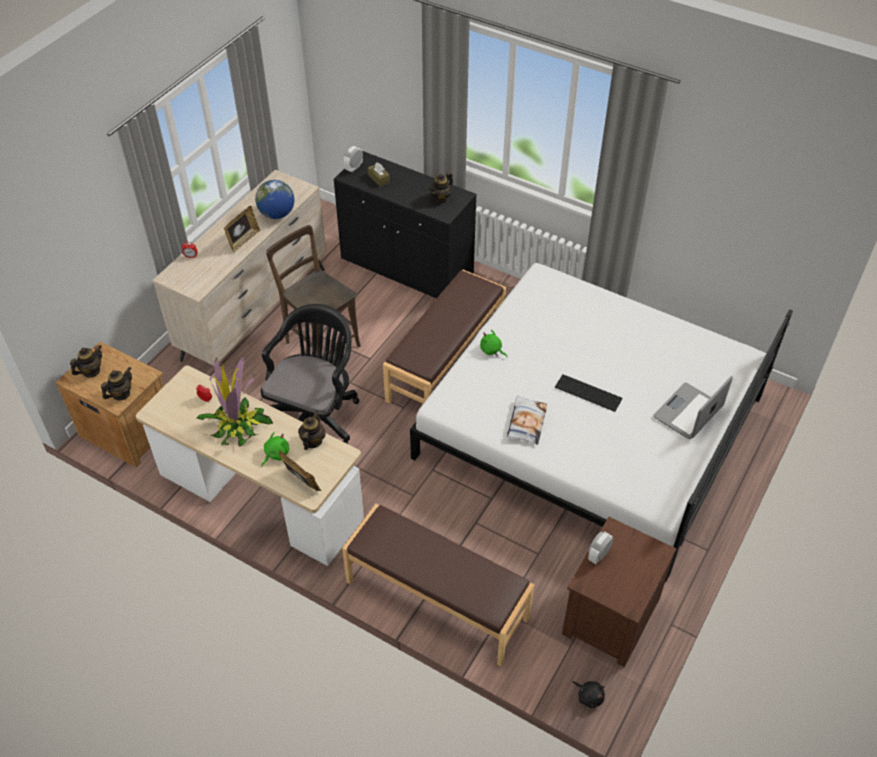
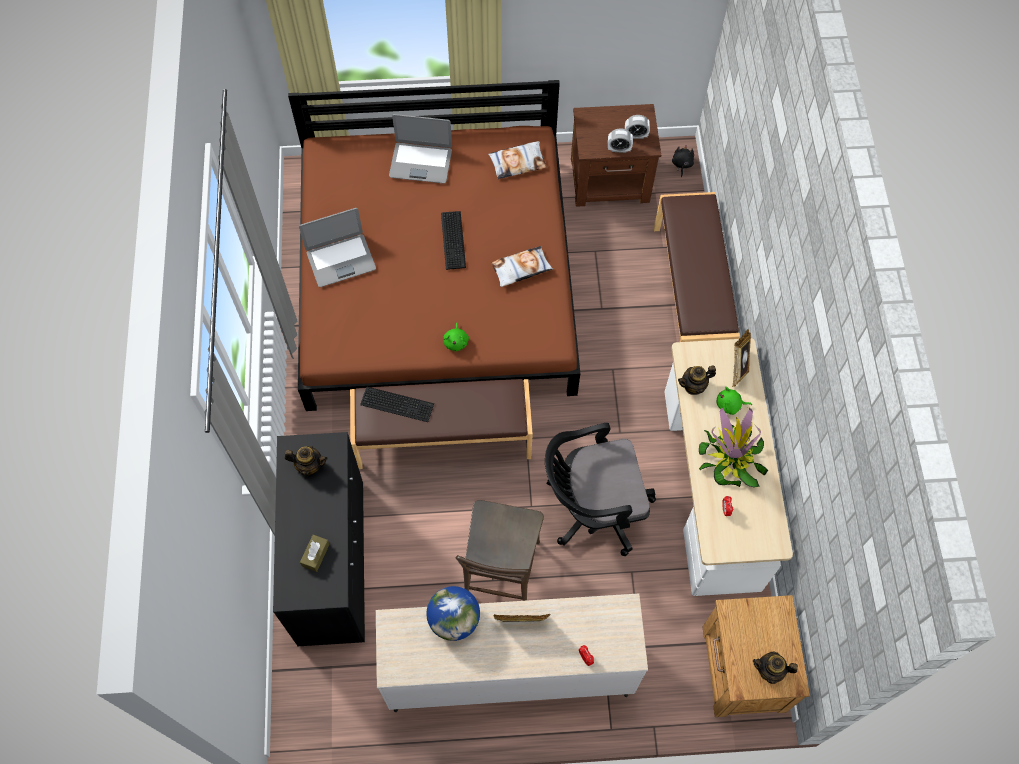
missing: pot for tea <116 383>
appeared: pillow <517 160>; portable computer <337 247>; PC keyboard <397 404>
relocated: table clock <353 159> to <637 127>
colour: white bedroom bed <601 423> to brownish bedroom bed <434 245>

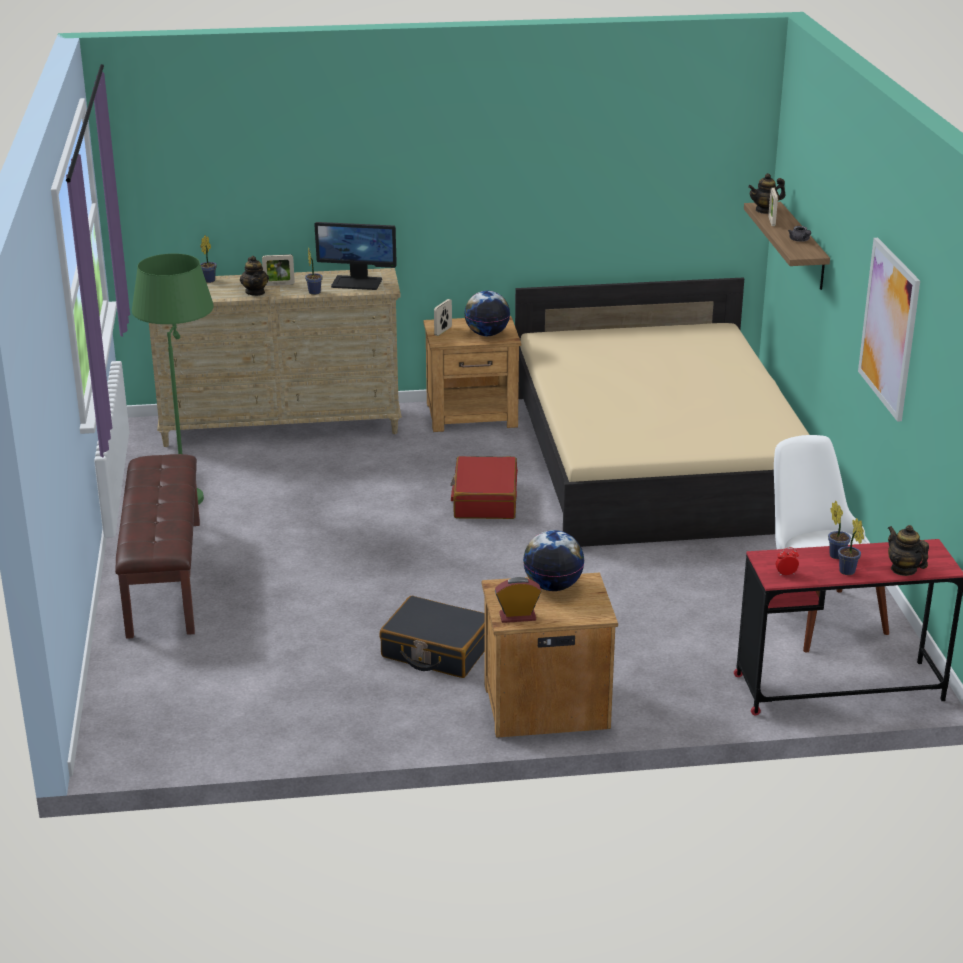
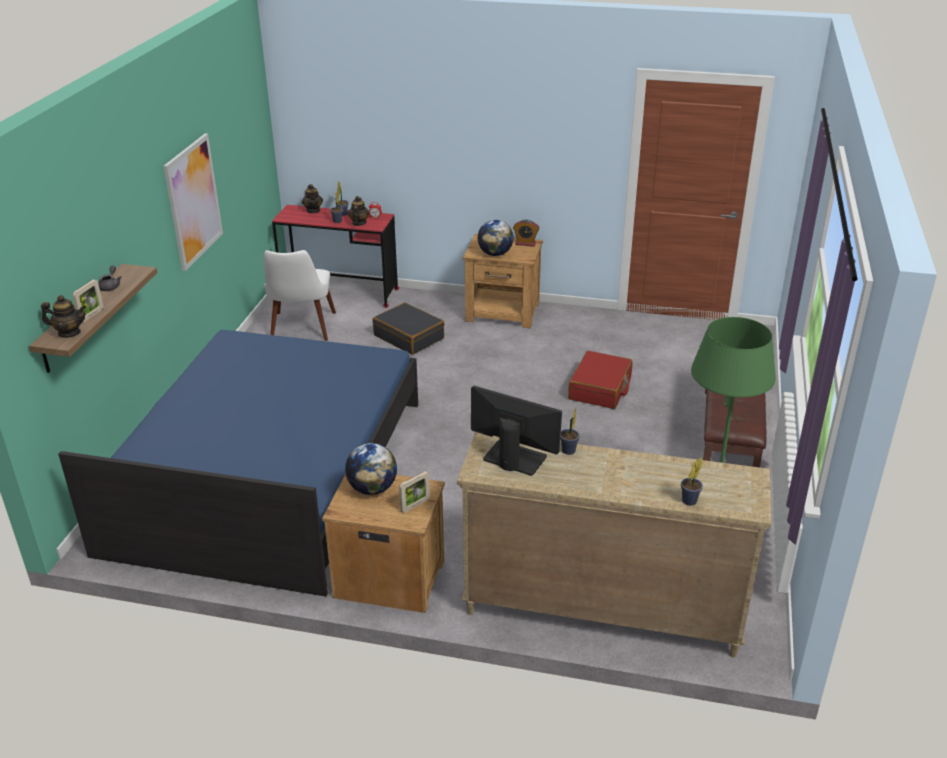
missing: picture frame <278 270>
relocated: pot for tea <254 276> to <359 211>; reddish piece of luggage <484 487> to <600 380>; black-coloured piece of luggage <432 636> to <409 329>
colour: beige-coloured bedroom bed <662 412> to blue-coloured bedroom bed <238 463>

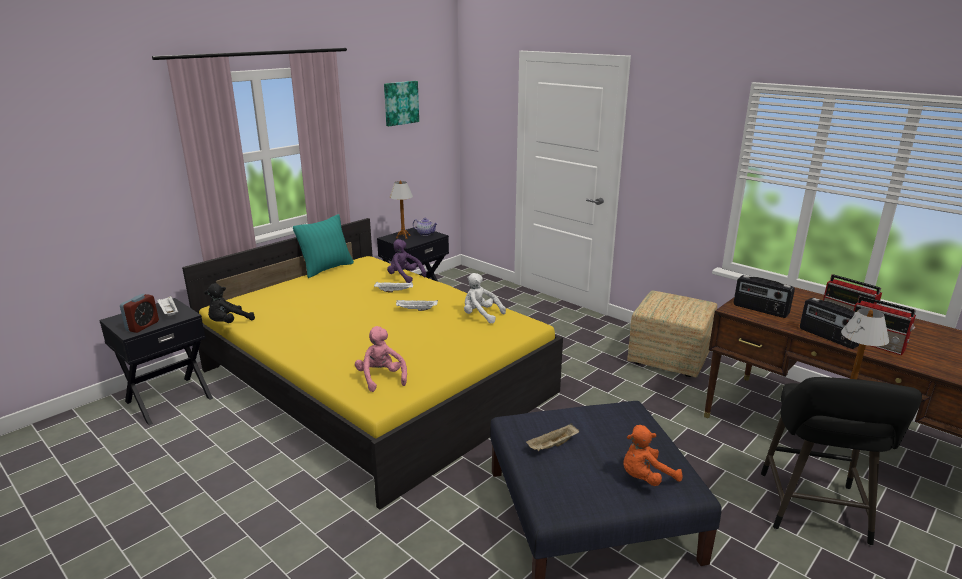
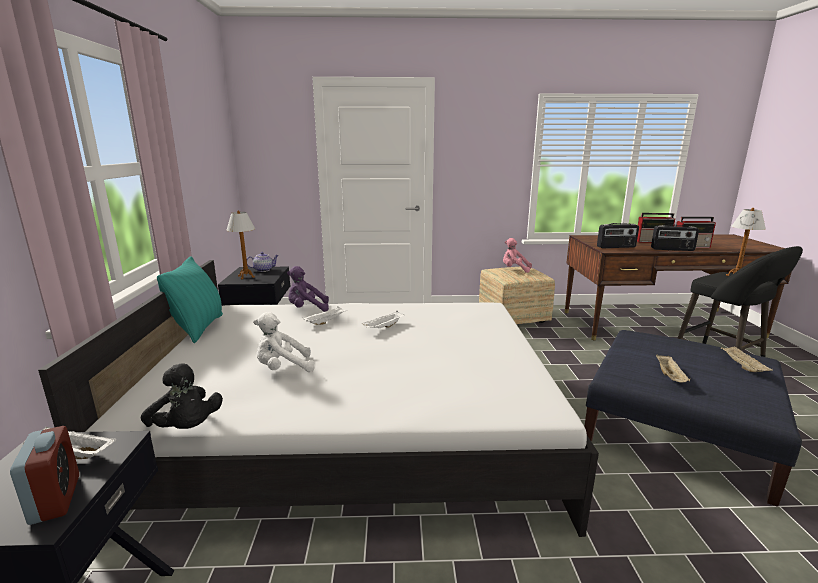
missing: picture <401 103>
relocated: white soft toy <485 298> to <284 342>; pinkish soft toy <381 359> to <517 255>
exchanged: orangey soft toy <653 455> to beige-coloured serving tray <747 359>
colour: yellowish bedroom bed <372 364> to white bedroom bed <318 398>
spun: black-coloured soft toy <229 303> = <182 396> 45 degrees counterclockwise

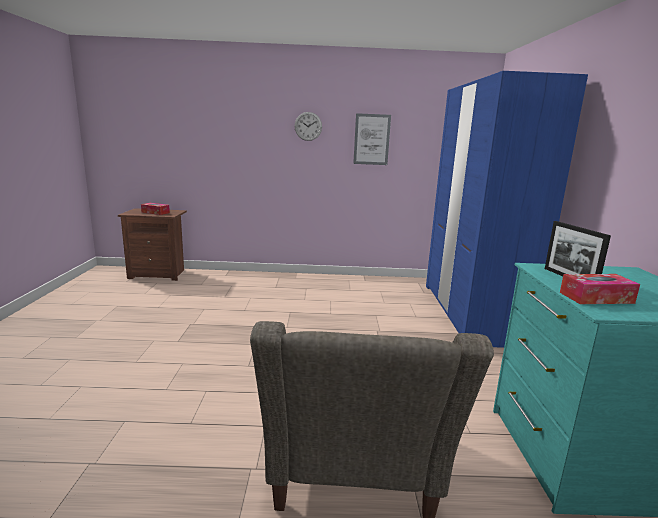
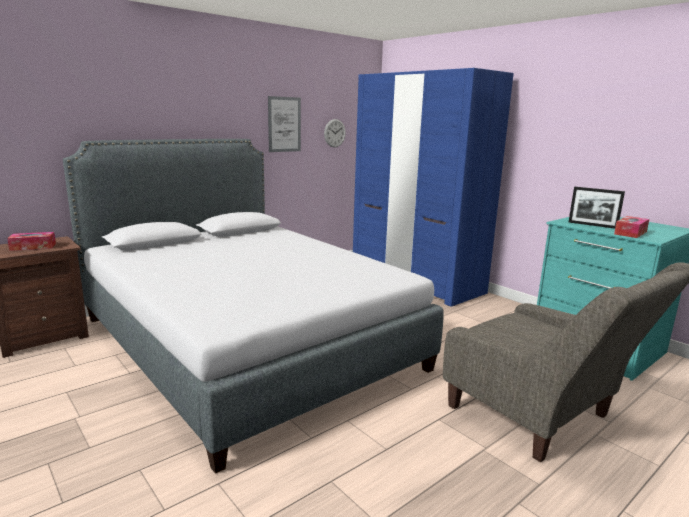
appeared: grey bedroom bed <253 306>
relocated: clock on the wall <308 126> to <335 133>

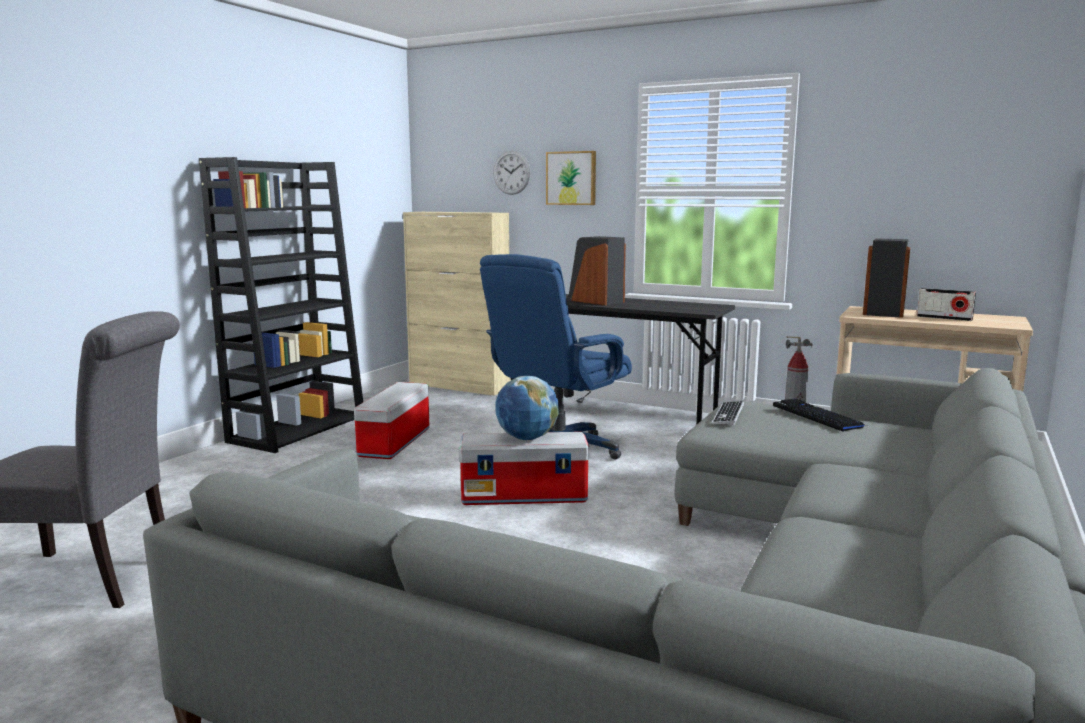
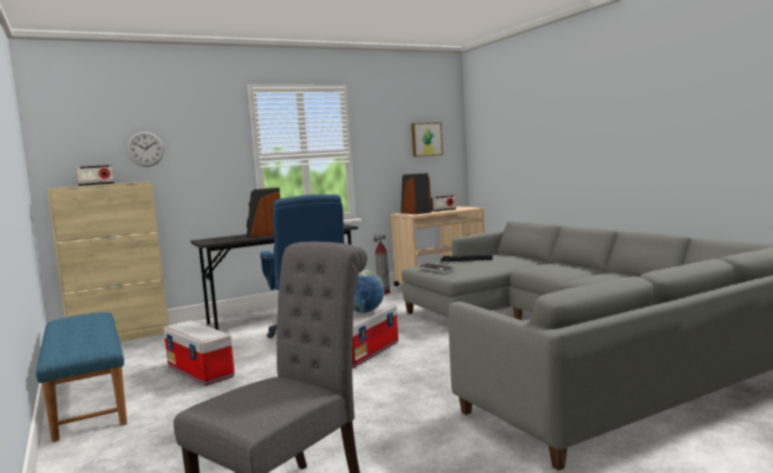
appeared: radio receiver <95 175>
relocated: picture <571 178> to <427 139>
exchanged: black-coloured shelving unit <281 305> to blue-coloured indoor bench <81 377>

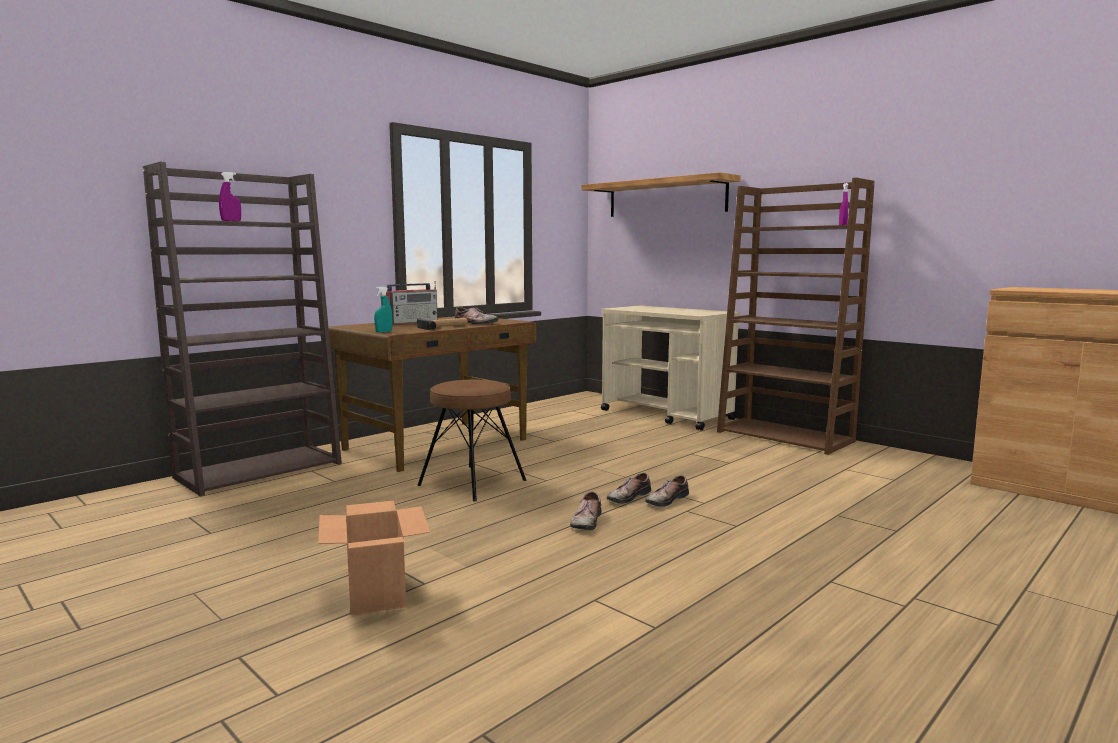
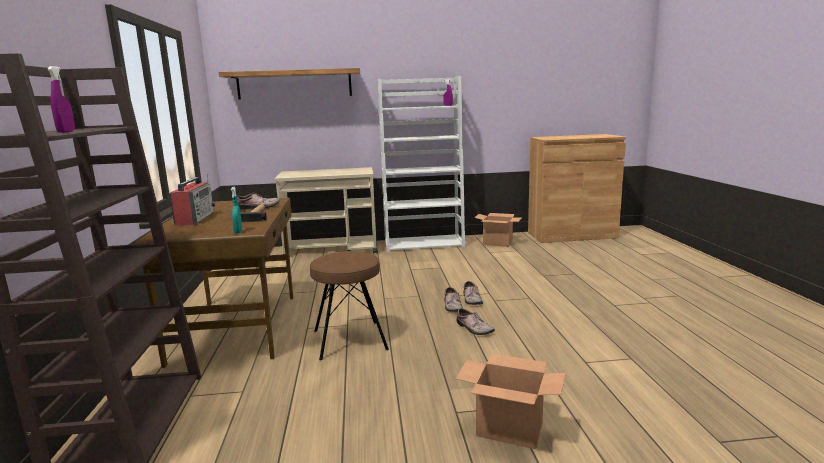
appeared: cardboard box <498 230>
colour: brownish shelving unit <796 316> to white shelving unit <421 164>

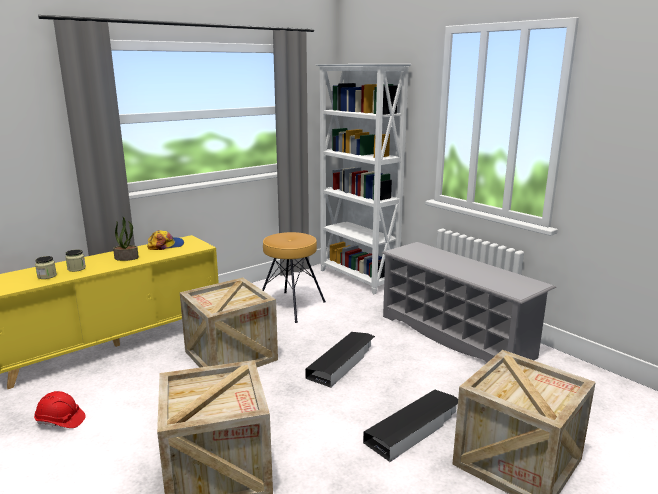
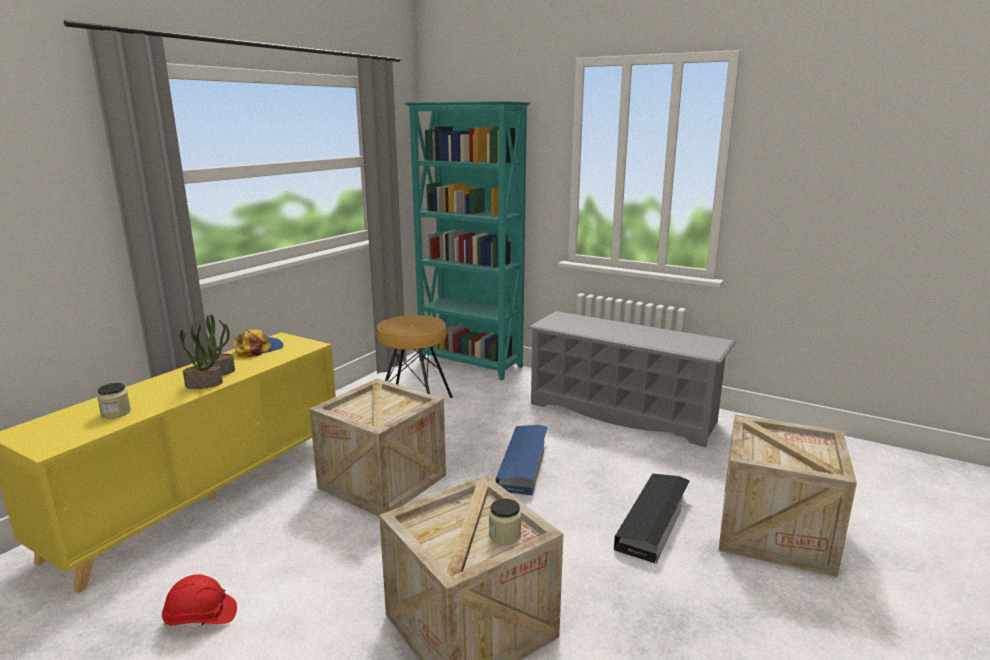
appeared: houseplant <201 356>
relocated: storage jar <75 260> to <505 522>
colour: white shelving unit <364 179> to turquoise-coloured shelving unit <467 240>; black-coloured storage bin <340 360> to blue-coloured storage bin <522 460>

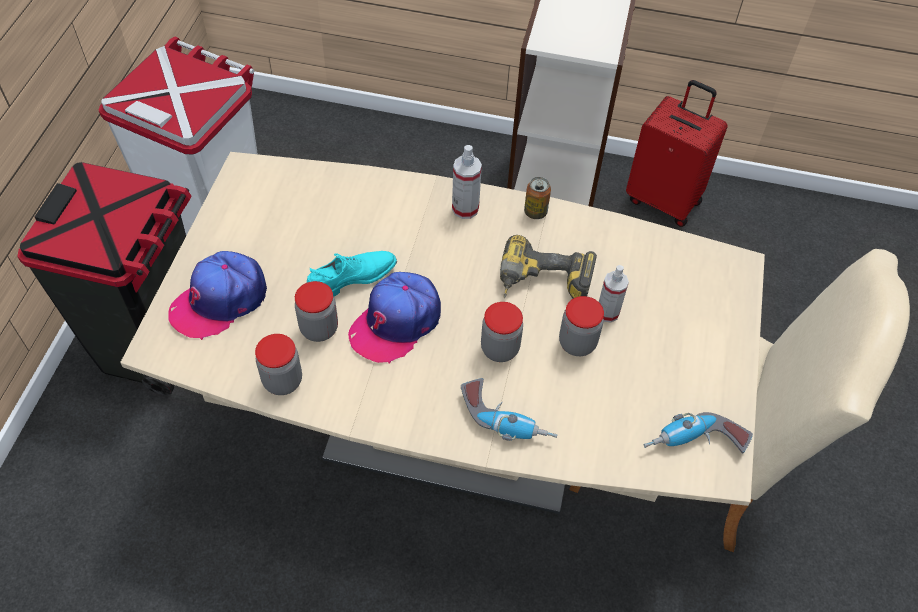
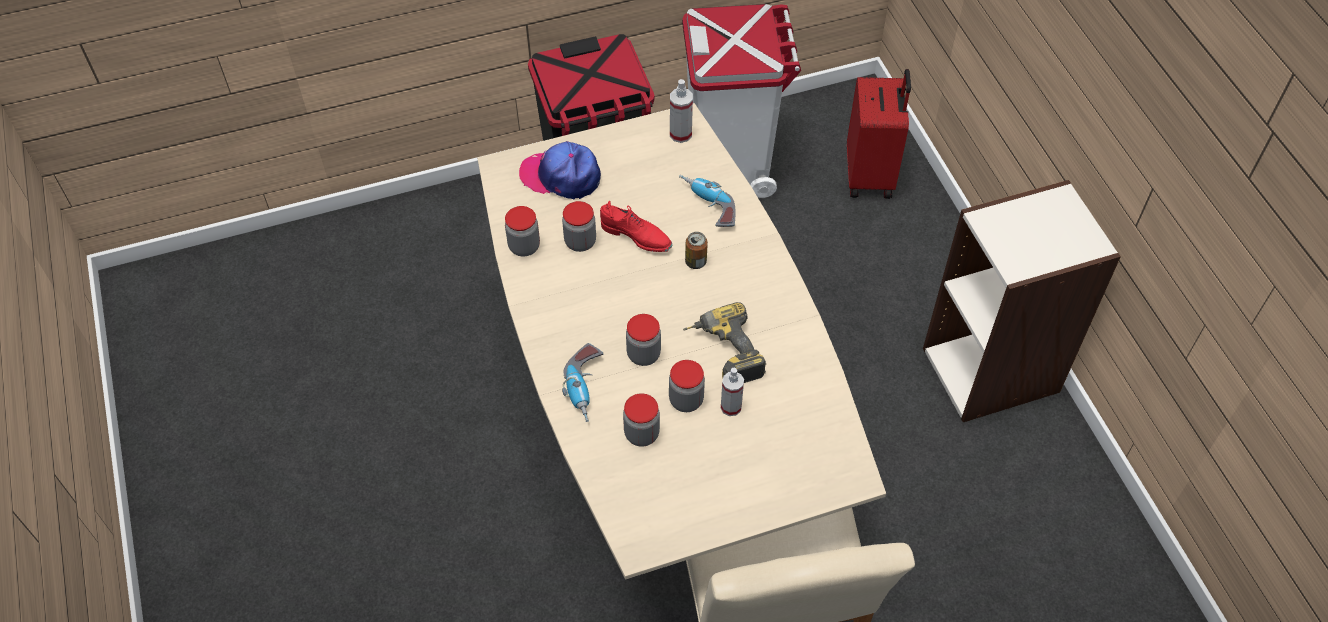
missing: baseball cap <394 318>
appeared: storage jar <641 420>
relocated: reddish piece of luggage <677 153> to <879 134>; spray bottle <467 182> to <681 111>; can <537 198> to <696 250>; power drill <698 433> to <707 201>
colour: turquoise-coloured item of footwear <352 274> to reddish item of footwear <636 226>

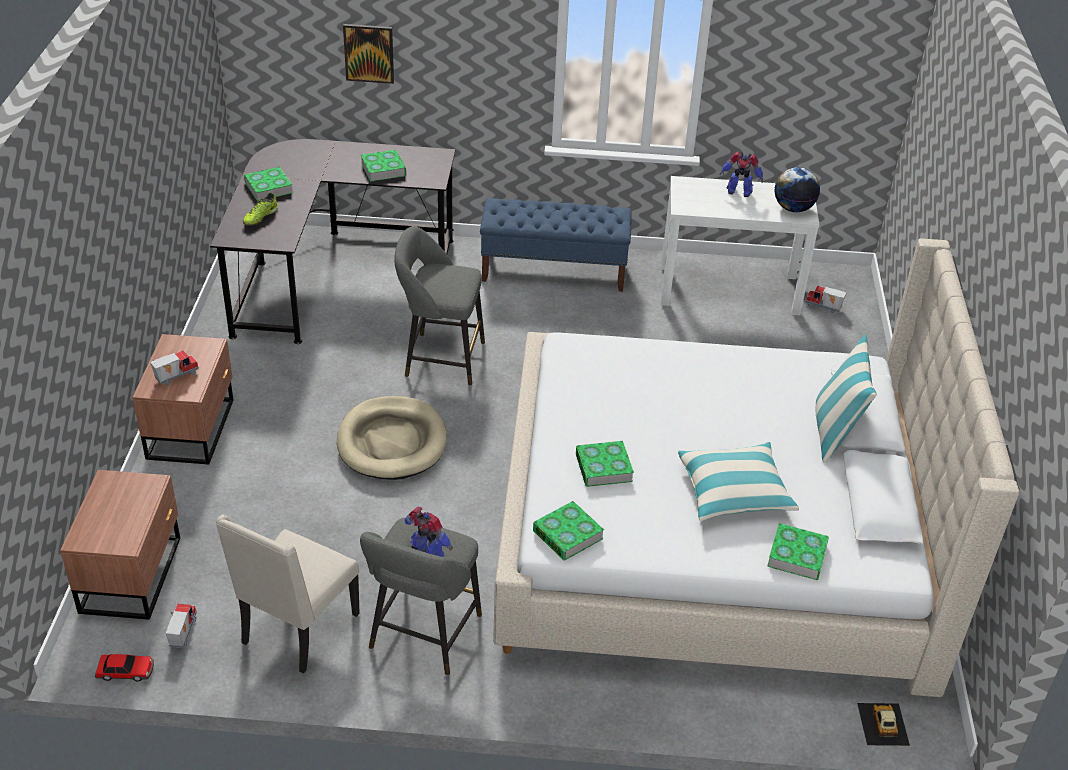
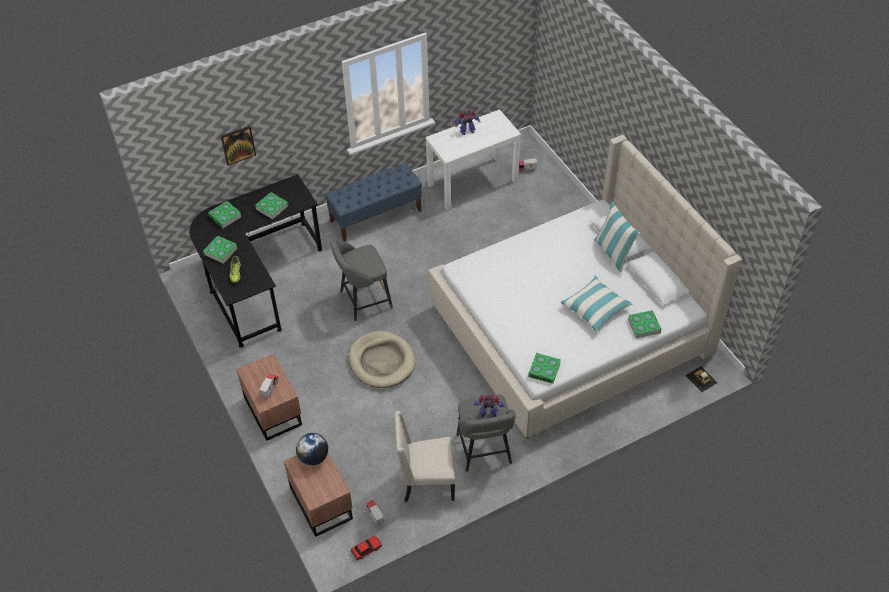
relocated: desk globe <797 189> to <312 449>; bound book <605 464> to <225 215>
spun: beige-coloured plain chair <288 594> = <425 456> 90 degrees clockwise

